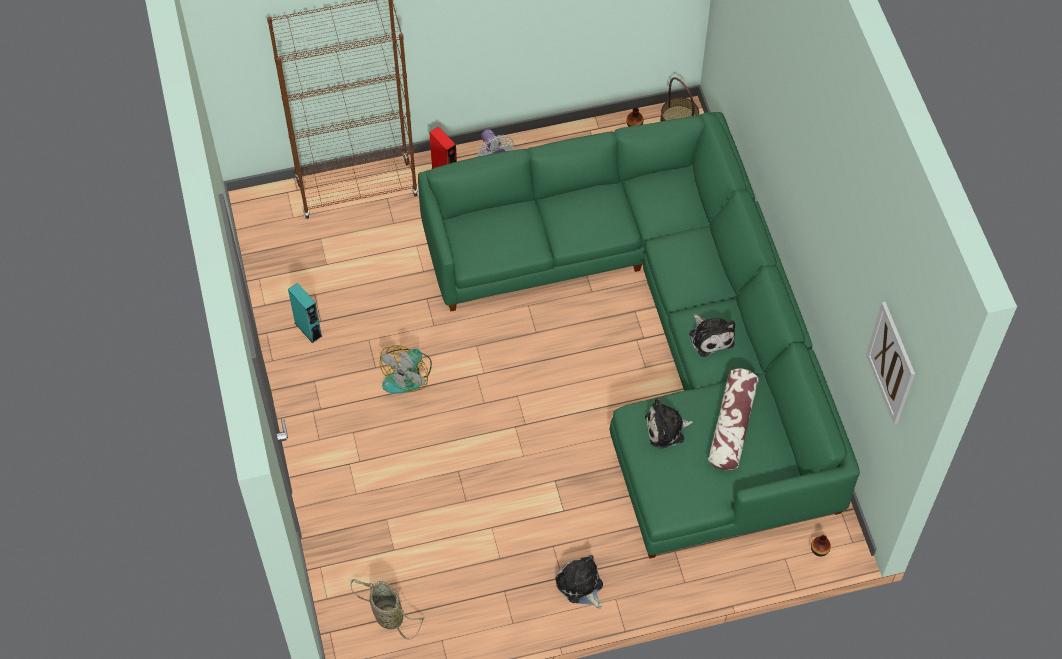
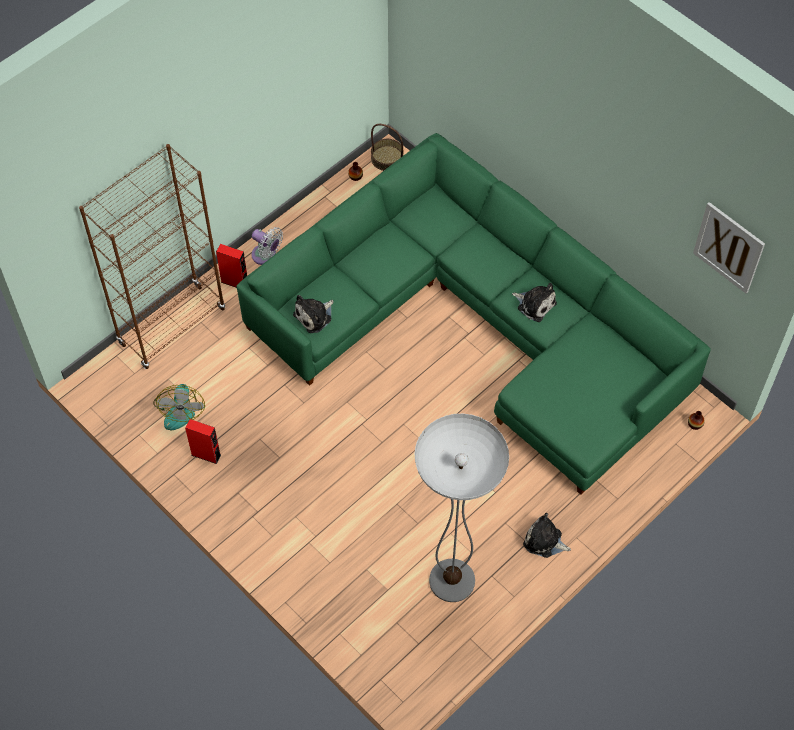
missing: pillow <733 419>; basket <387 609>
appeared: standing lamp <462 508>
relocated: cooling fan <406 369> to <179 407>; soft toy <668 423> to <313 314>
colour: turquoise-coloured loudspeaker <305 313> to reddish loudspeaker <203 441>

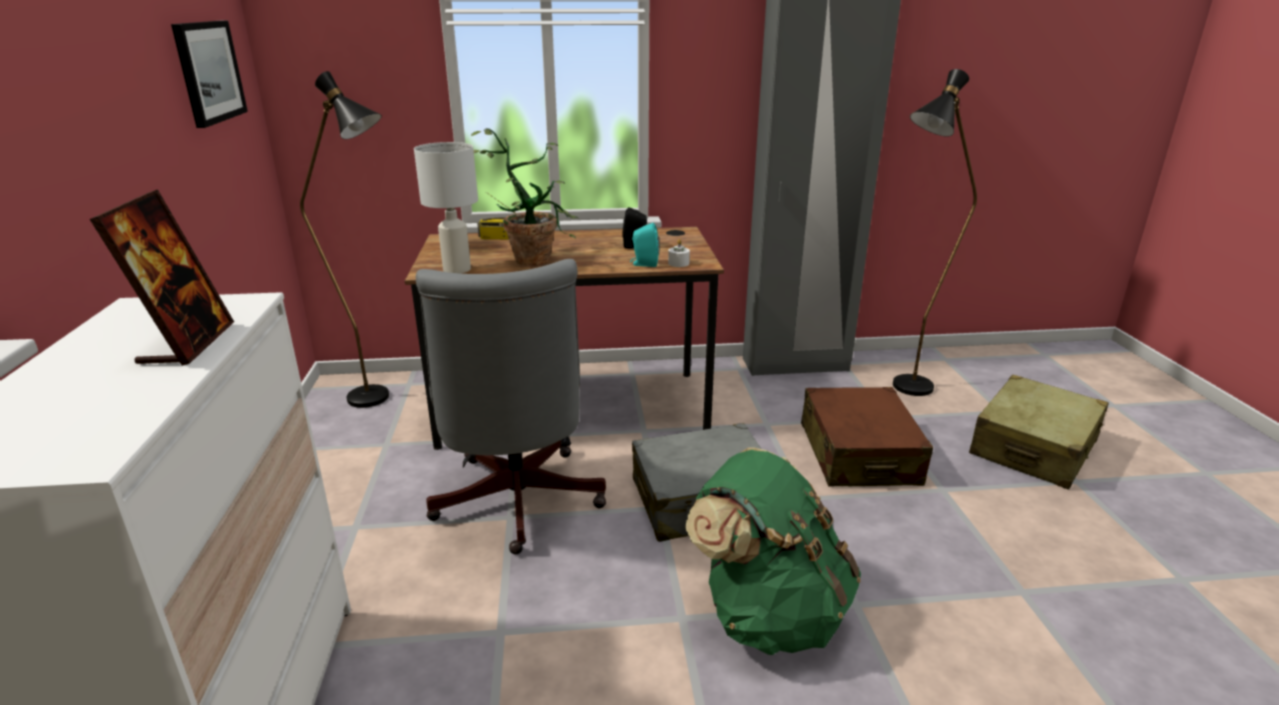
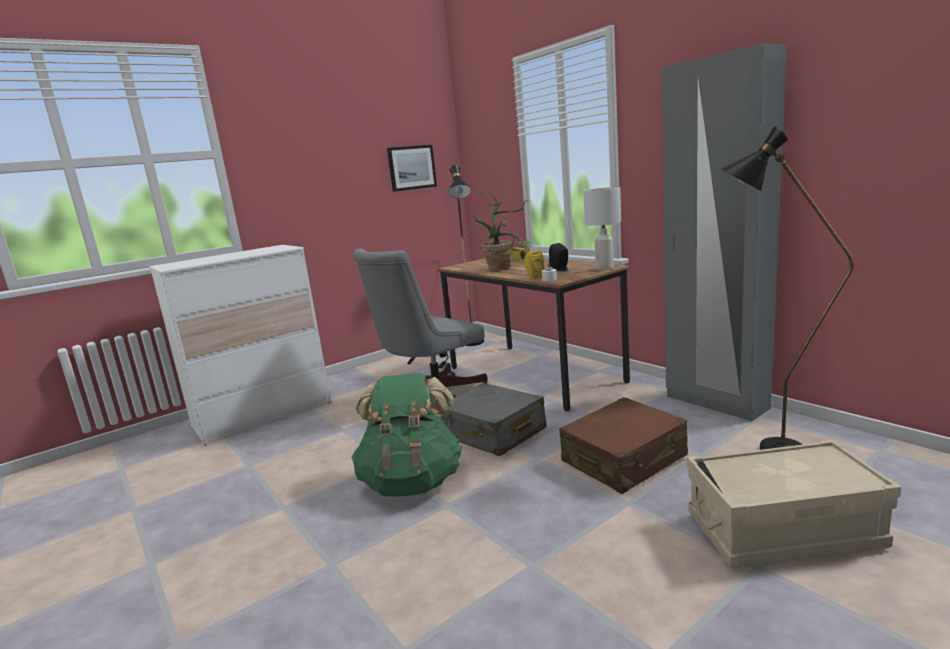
missing: picture frame <162 277>
relocated: white tabletop lamp <446 208> to <602 228>
exchanged: beige-coloured piece of luggage <1039 432> to beige-coloured storage bin <794 504>
colour: turquoise-coloured loudspeaker <644 245> to yellowish loudspeaker <534 264>

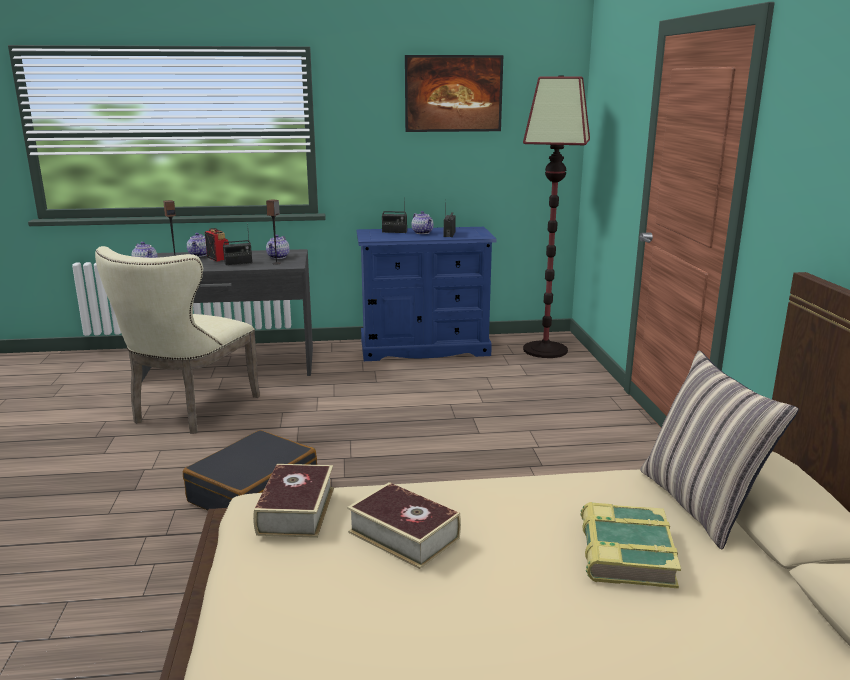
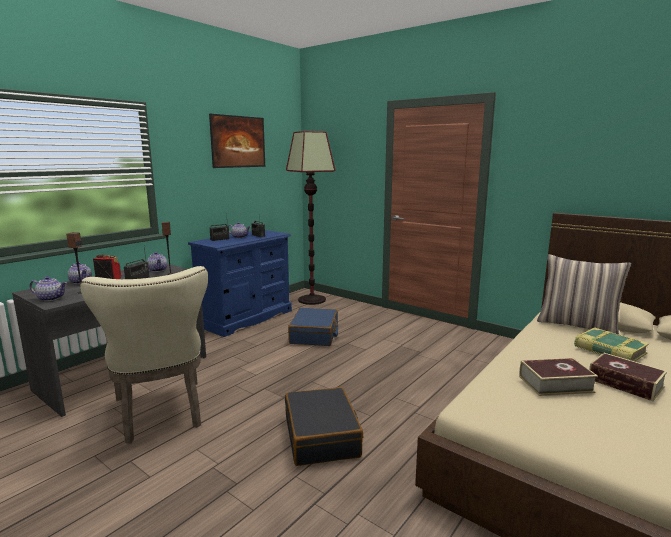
appeared: blue-coloured piece of luggage <313 327>
relocated: bound book <293 501> to <628 377>

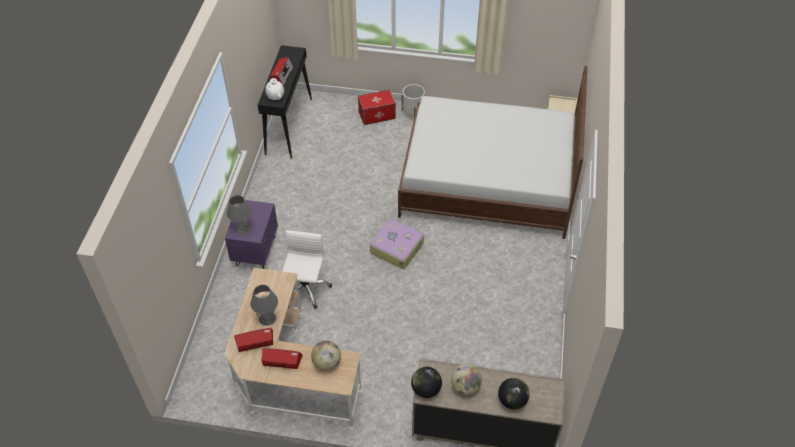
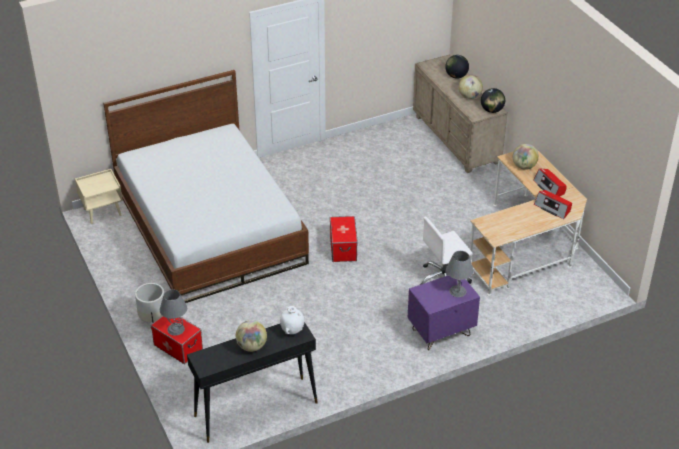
relocated: grey tabletop lamp <264 305> to <173 312>
exchanged: radio receiver <282 71> to desk globe <251 336>; piece of luggage <397 243> to storage bin <344 239>

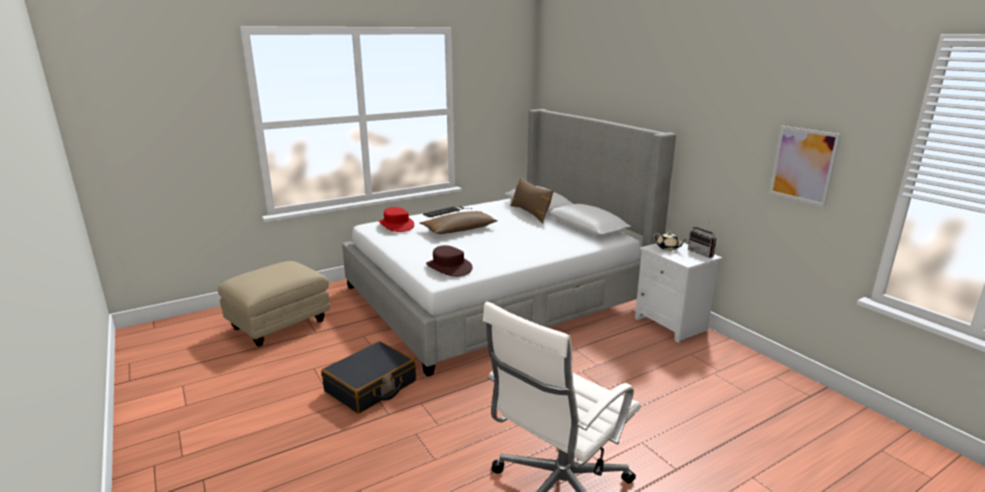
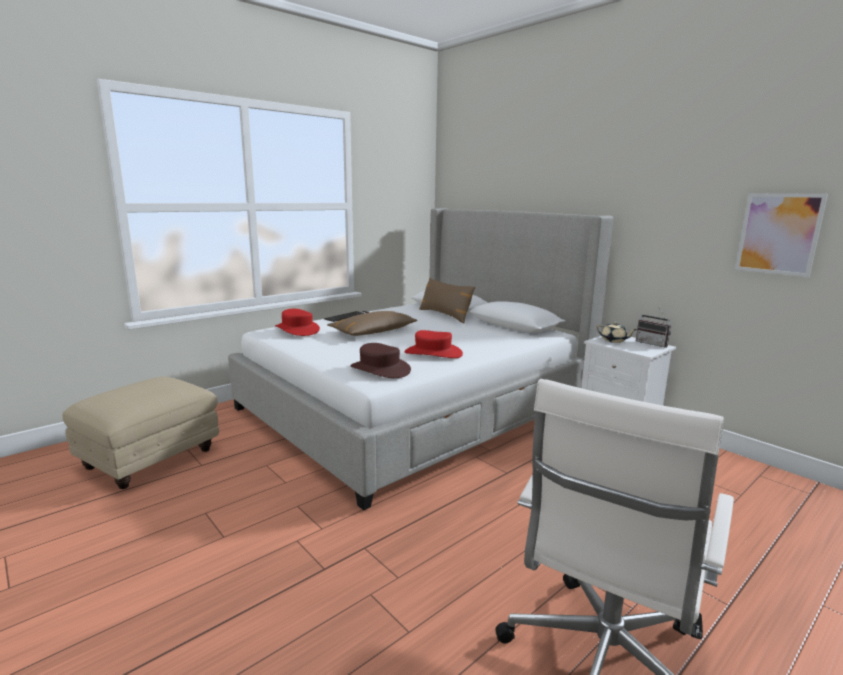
missing: black-coloured piece of luggage <368 377>
appeared: reddish hat <433 344>

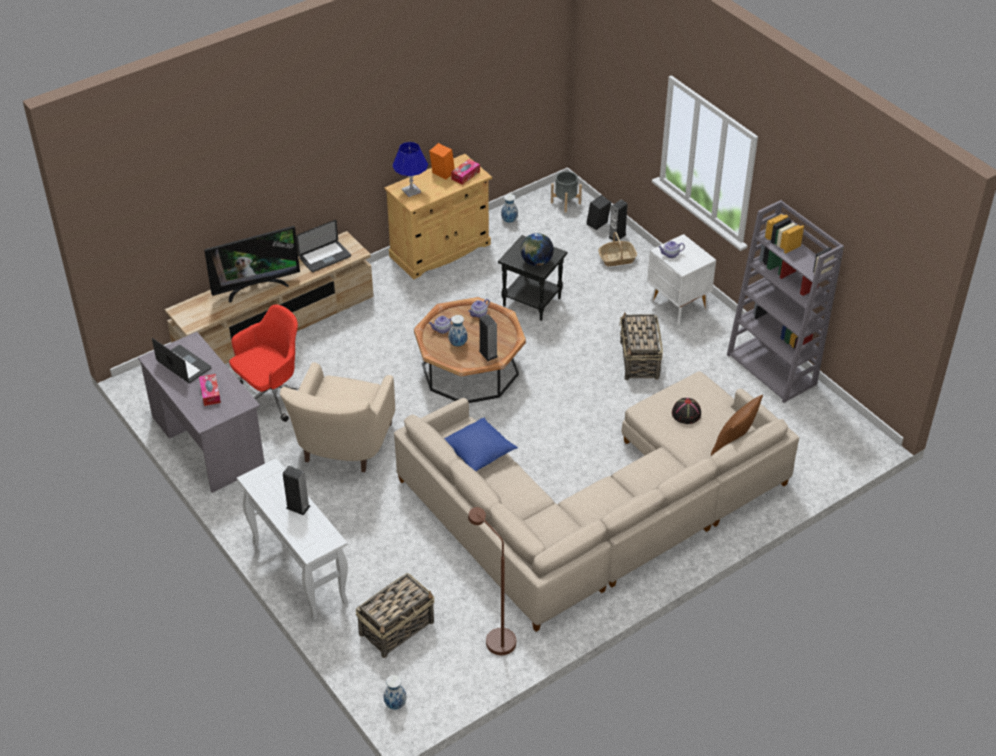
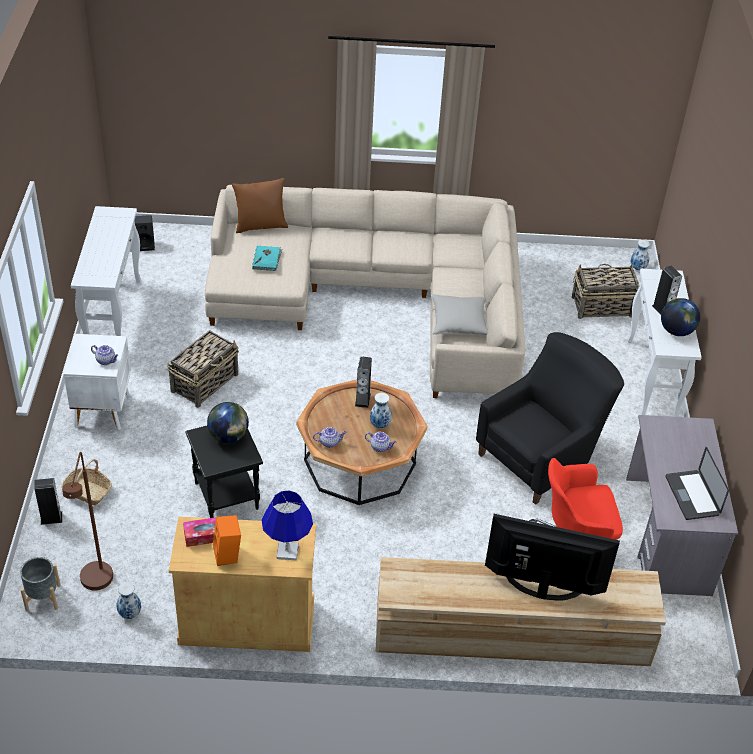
missing: portable computer <323 246>; box of tissues <210 390>
appeared: desk globe <680 317>
relocated: black-coloured loudspeaker <599 212> to <144 233>; brownish standing lamp <492 581> to <87 521>
exchanged: grey shelving unit <785 301> to white hall table <106 271>; black-coloured hat <686 411> to turquoise-coloured bound book <267 258>
colour: beige-coloured armchair <337 417> to black-coloured armchair <550 418>; blue-coloured pillow <481 444> to grey pillow <459 314>

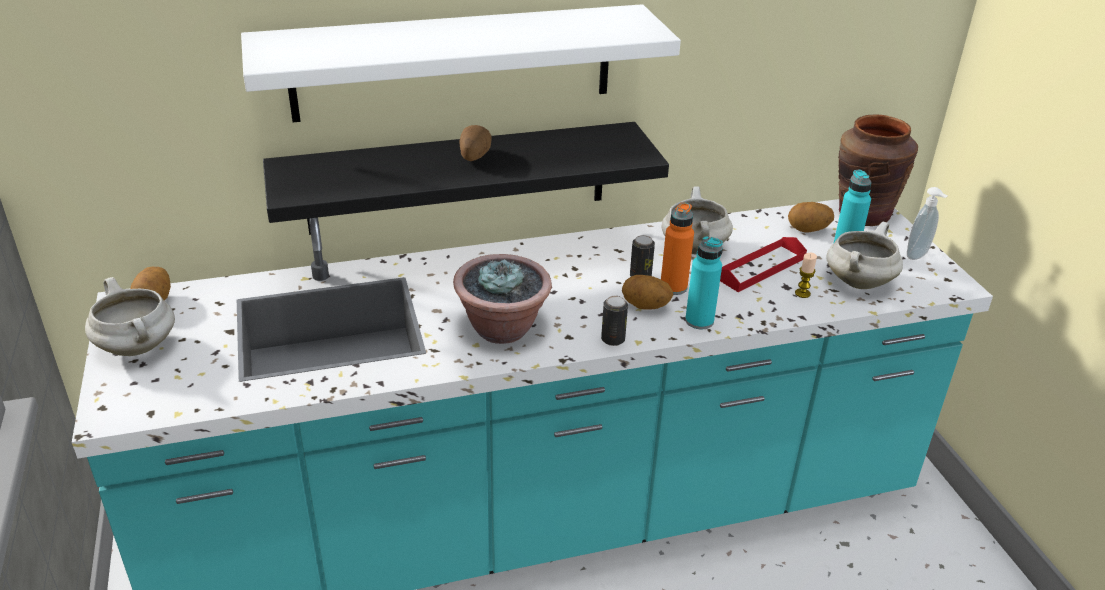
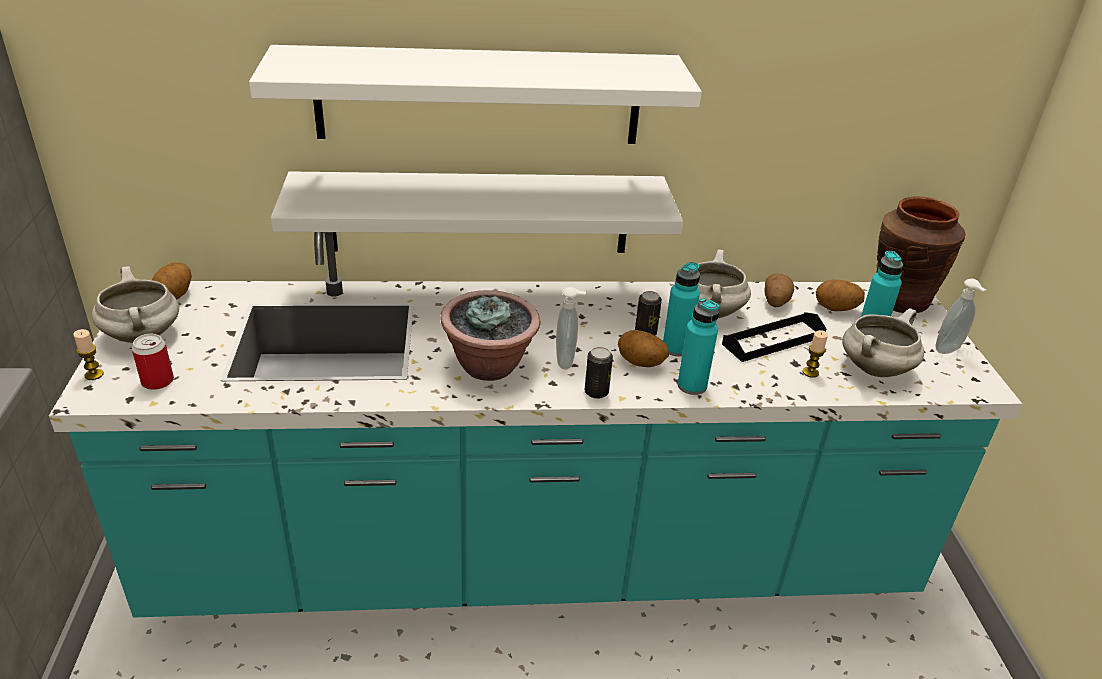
appeared: soap bottle <571 328>; wax candle <88 354>; can <153 362>
relocated: potato <475 143> to <779 290>
colour: black-coloured bracket shelf <466 178> to white bracket shelf <476 212>; orangey beverage bottle <677 249> to turquoise-coloured beverage bottle <681 309>; reddish serving tray <763 264> to black-coloured serving tray <774 337>

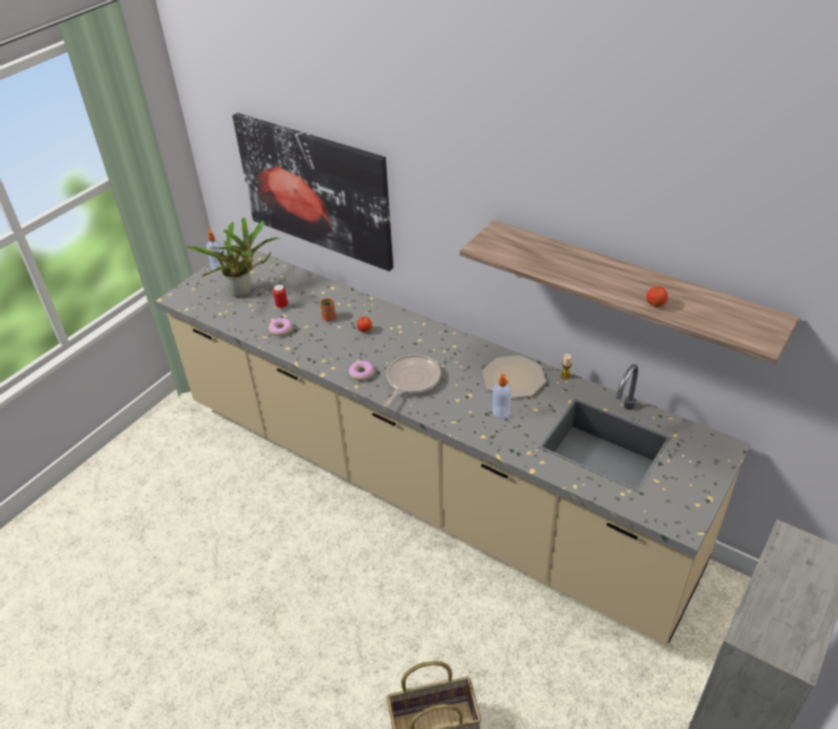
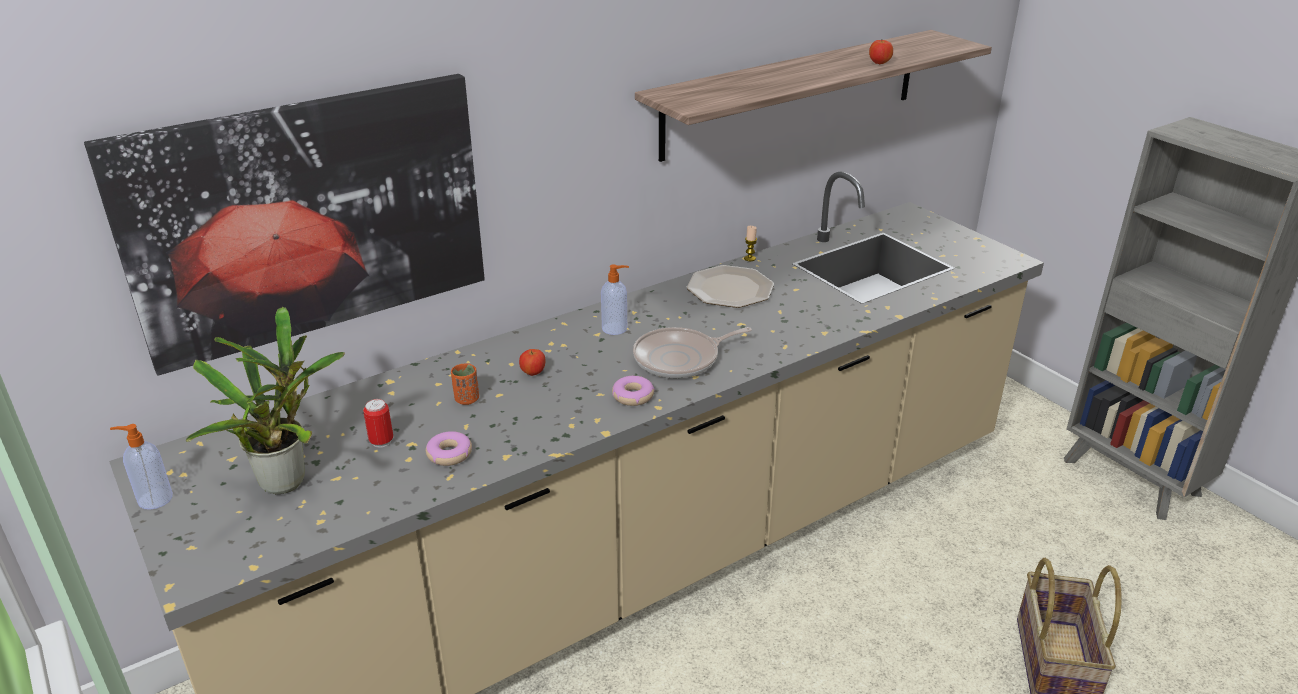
relocated: soap bottle <502 396> to <615 299>
spun: pan <412 381> = <692 352> 75 degrees counterclockwise

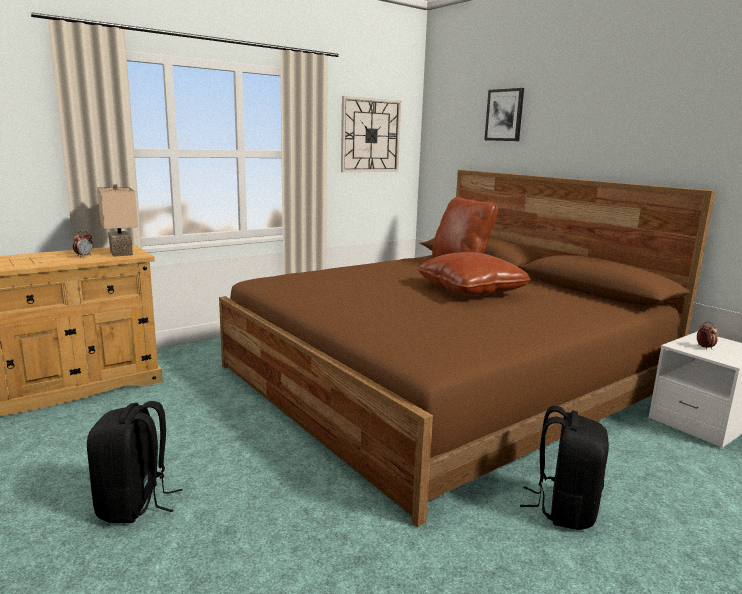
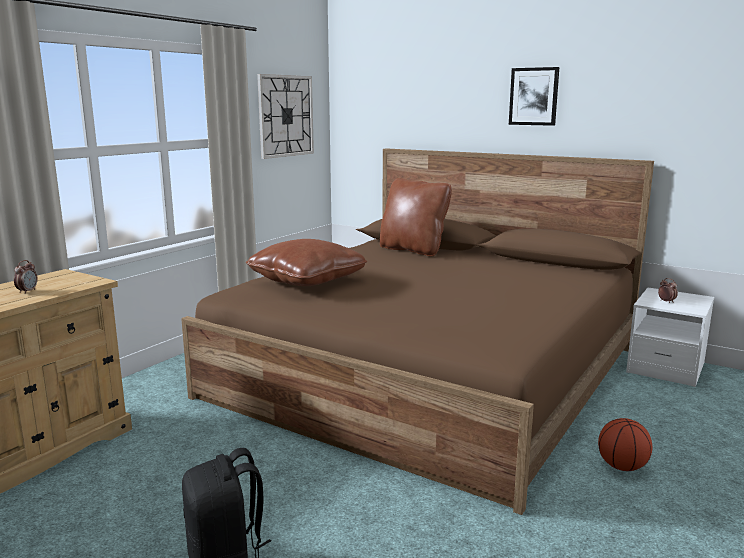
missing: beige-coloured tabletop lamp <117 220>
relocated: picture <504 114> to <534 96>; brownish pillow <474 274> to <306 262>
exchanged: black-coloured knapsack <564 468> to ball for basketball <625 444>

